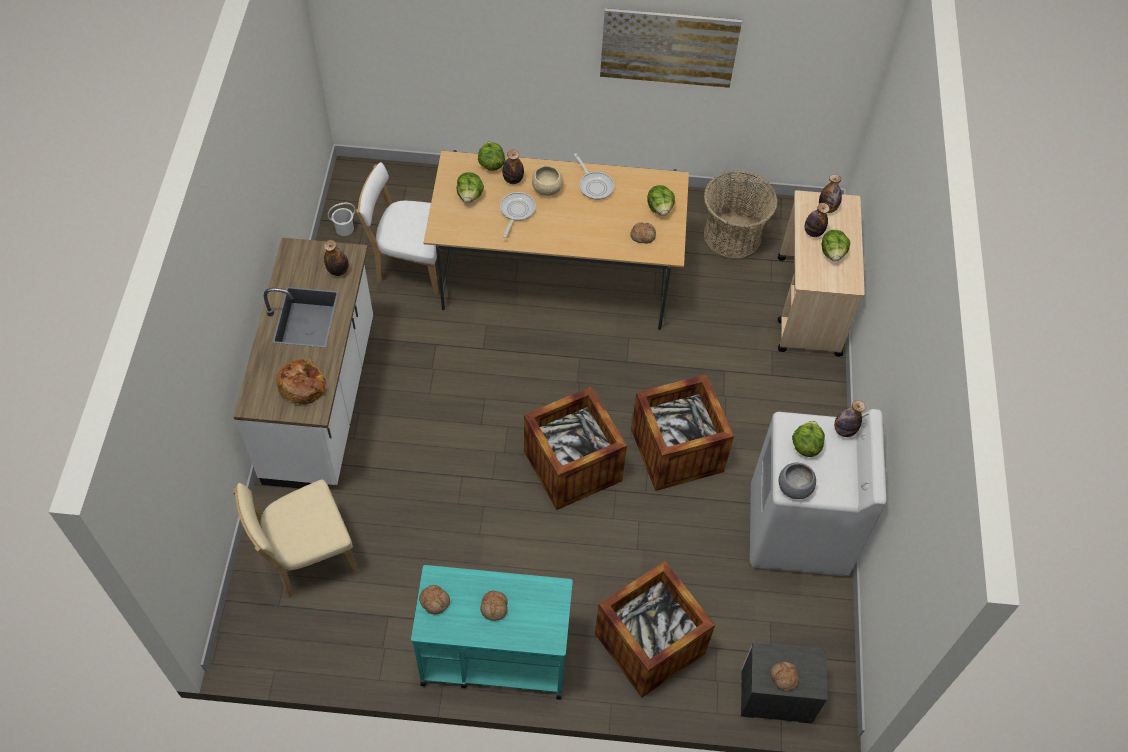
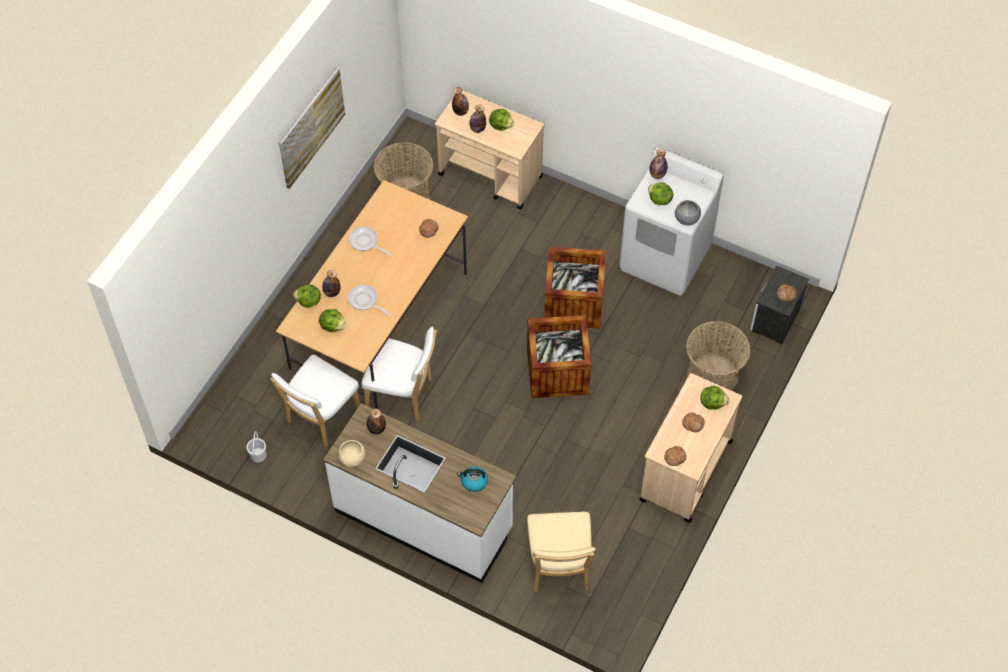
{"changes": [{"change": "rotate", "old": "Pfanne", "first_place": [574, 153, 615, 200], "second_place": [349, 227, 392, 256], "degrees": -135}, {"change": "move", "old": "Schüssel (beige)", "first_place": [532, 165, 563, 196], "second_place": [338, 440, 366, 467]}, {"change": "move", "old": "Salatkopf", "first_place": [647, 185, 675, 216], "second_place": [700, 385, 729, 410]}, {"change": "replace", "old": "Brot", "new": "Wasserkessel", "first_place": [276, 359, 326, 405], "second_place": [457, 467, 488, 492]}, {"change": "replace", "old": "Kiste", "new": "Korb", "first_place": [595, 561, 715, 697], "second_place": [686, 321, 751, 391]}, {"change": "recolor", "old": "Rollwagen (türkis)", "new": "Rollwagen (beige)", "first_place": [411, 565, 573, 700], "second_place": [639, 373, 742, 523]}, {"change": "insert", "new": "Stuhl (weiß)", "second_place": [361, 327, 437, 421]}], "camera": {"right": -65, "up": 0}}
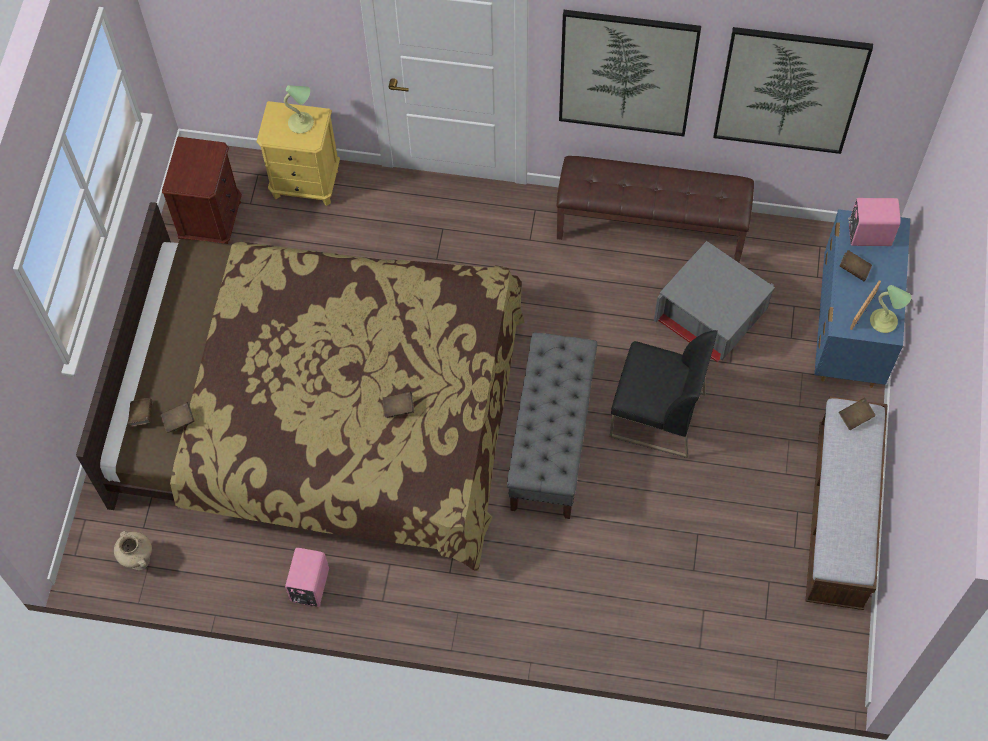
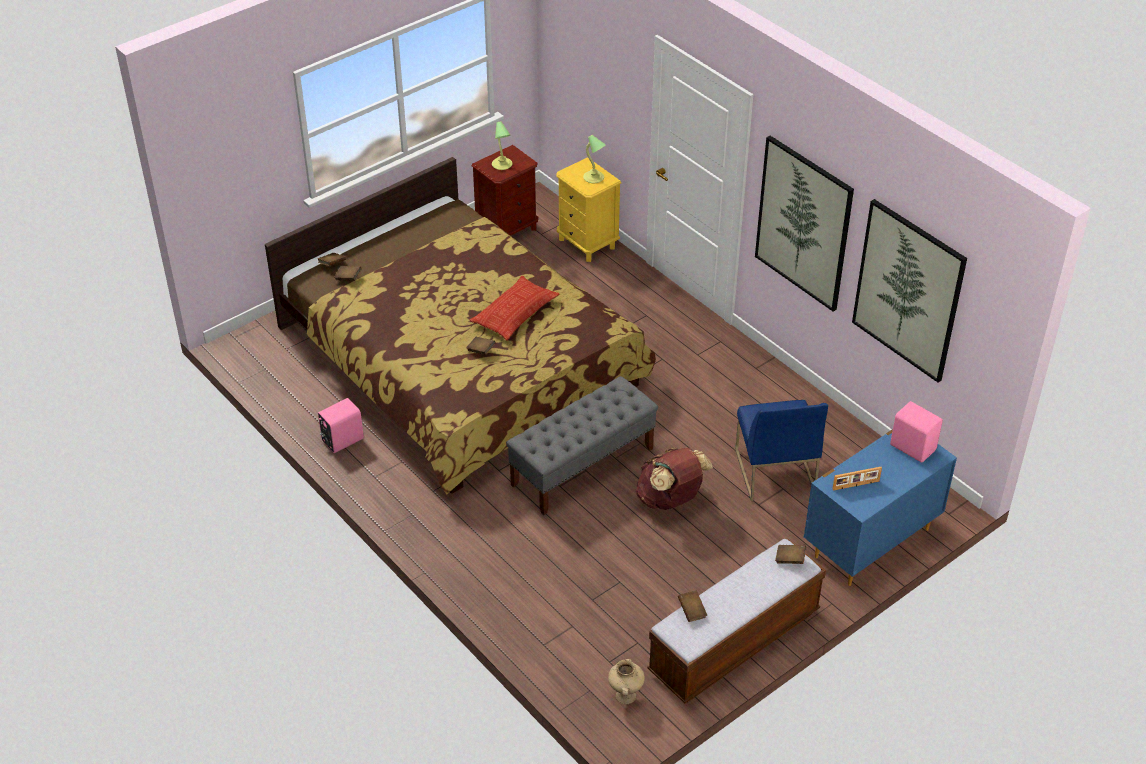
{"changes": [{"change": "delete", "old": "Bank (braun)", "first_place": [556, 156, 754, 262]}, {"change": "replace", "old": "Aufbewahrungsbox (grau)", "new": "Stuhl (blau)", "first_place": [654, 241, 775, 363], "second_place": [735, 400, 828, 501]}, {"change": "move", "old": "Buch (braun)", "first_place": [840, 250, 872, 281], "second_place": [678, 591, 707, 622]}, {"change": "move", "old": "Tischlampe", "first_place": [870, 285, 912, 333], "second_place": [492, 121, 512, 170]}, {"change": "replace", "old": "Stuhl (schwarz)", "new": "Rucksack (braun)", "first_place": [610, 330, 718, 458], "second_place": [636, 448, 713, 510]}, {"change": "move", "old": "Vase (beige)", "first_place": [114, 531, 152, 570], "second_place": [608, 659, 645, 705]}, {"change": "insert", "new": "Kissen", "second_place": [470, 276, 559, 341]}], "camera": {"right": 40, "up": -20}}
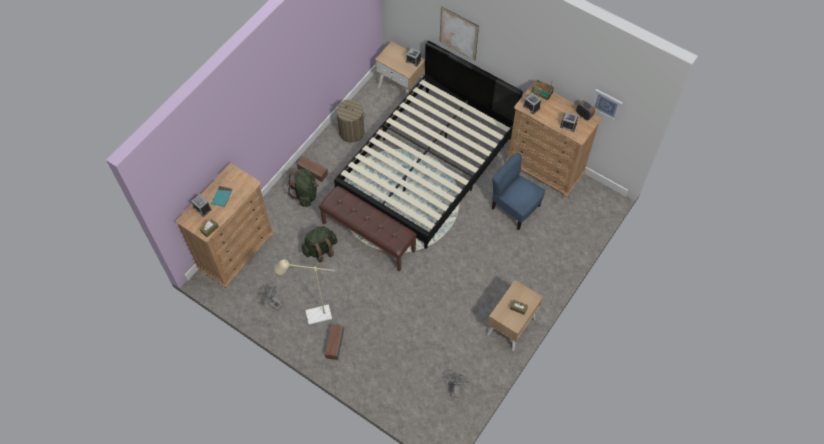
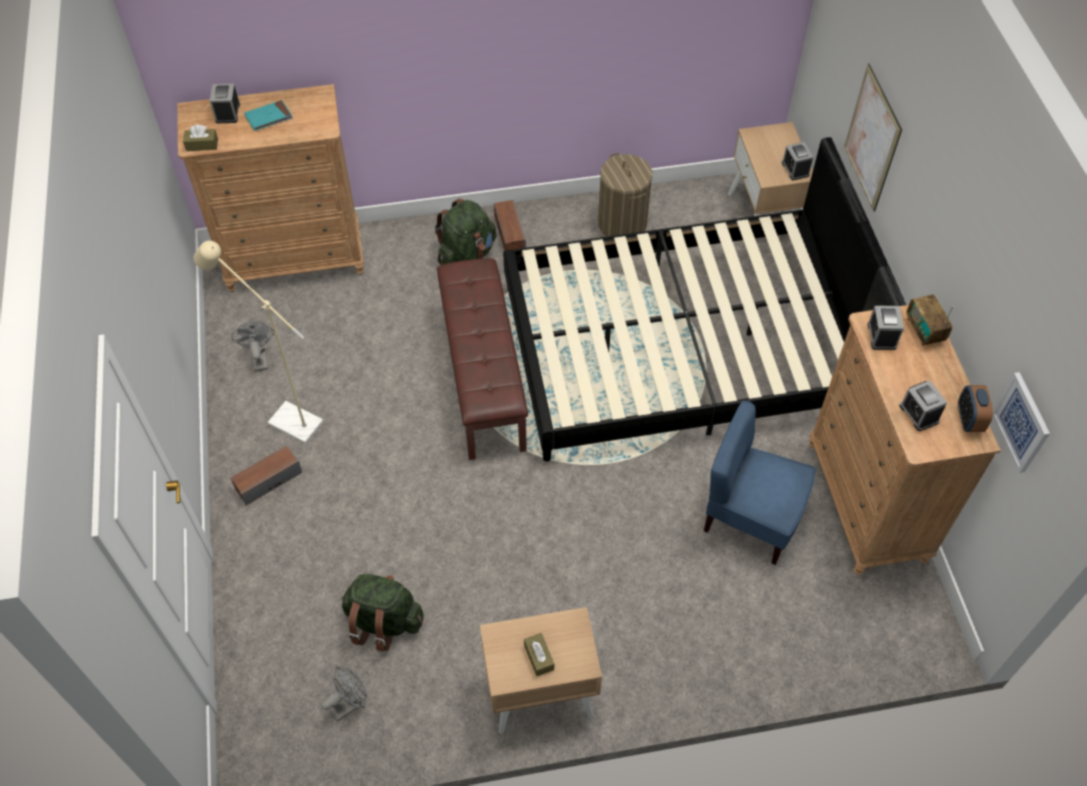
{"changes": [{"change": "rotate", "old": "Stuhl (blau)", "first_place": [492, 152, 545, 230], "second_place": [704, 400, 816, 565], "degrees": -60}, {"change": "move", "old": "Rucksack (grün)", "first_place": [301, 226, 338, 263], "second_place": [341, 574, 424, 652]}], "camera": {"right": 45, "up": -5}}
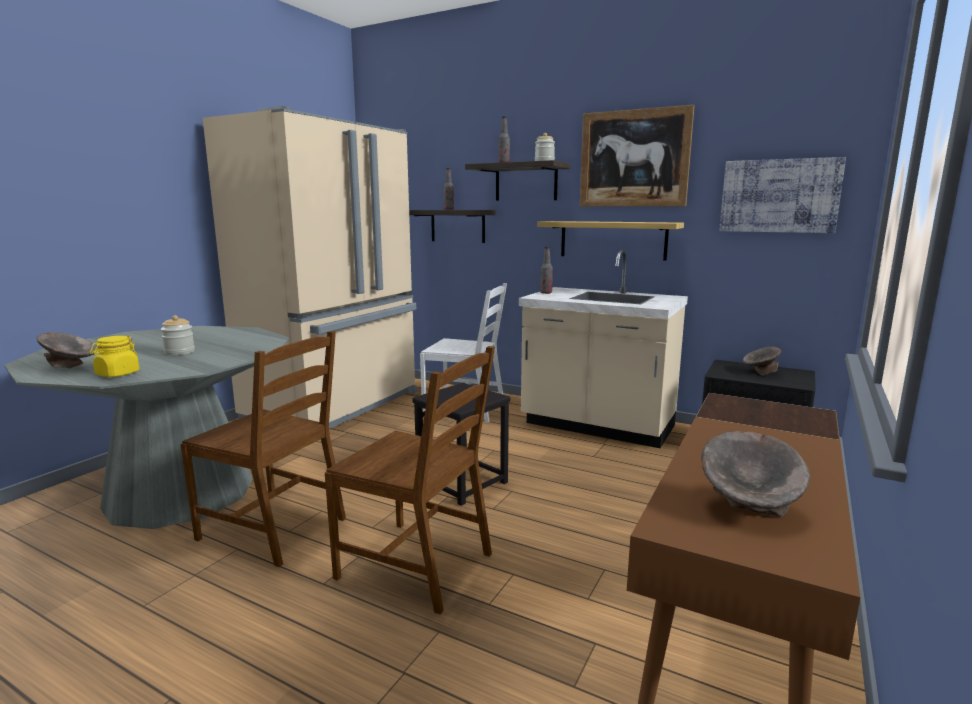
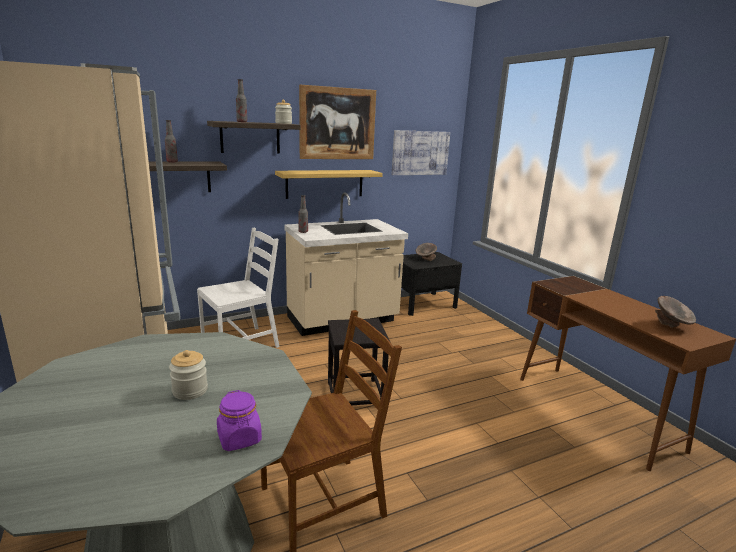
{"changes": [{"change": "delete", "old": "Schüssel (grau)", "first_place": [37, 332, 97, 368]}, {"change": "recolor", "old": "Vorratsglas (gelb)", "new": "Vorratsglas (lila)", "first_place": [90, 336, 140, 377], "second_place": [217, 390, 262, 451]}, {"change": "delete", "old": "Stuhl (braun)", "first_place": [325, 346, 495, 614]}], "camera": {"right": -55, "up": 5}}
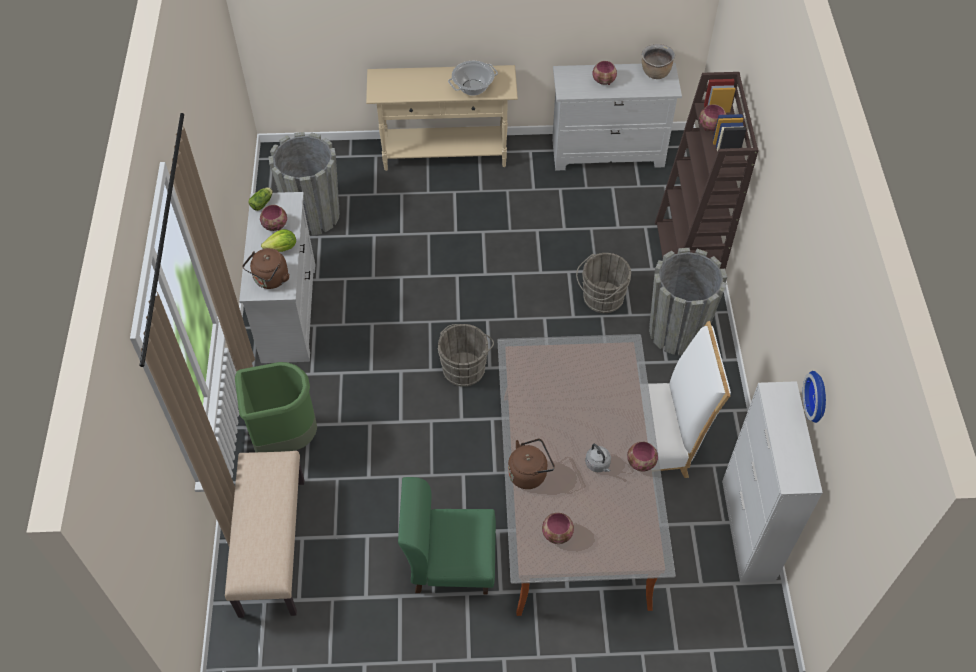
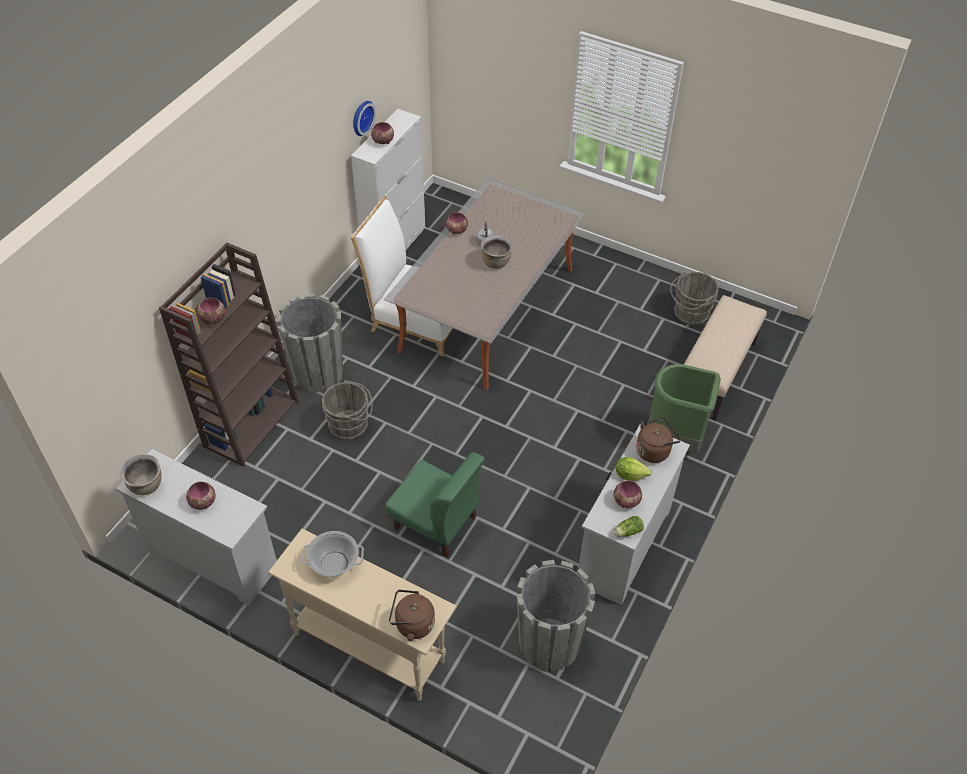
{"changes": [{"change": "move", "old": "Eimer (grau)", "first_place": [437, 324, 494, 387], "second_place": [670, 272, 719, 325]}, {"change": "move", "old": "Wasserkessel (braun)", "first_place": [508, 439, 555, 489], "second_place": [389, 590, 435, 641]}, {"change": "move", "old": "Stuhl (grün)", "first_place": [398, 477, 496, 595], "second_place": [385, 452, 485, 557]}, {"change": "move", "old": "Schüssel", "first_place": [542, 513, 574, 544], "second_place": [371, 122, 394, 144]}, {"change": "insert", "new": "Kochtopf (braun)", "second_place": [481, 236, 512, 269]}], "camera": {"right": -150, "up": -5}}
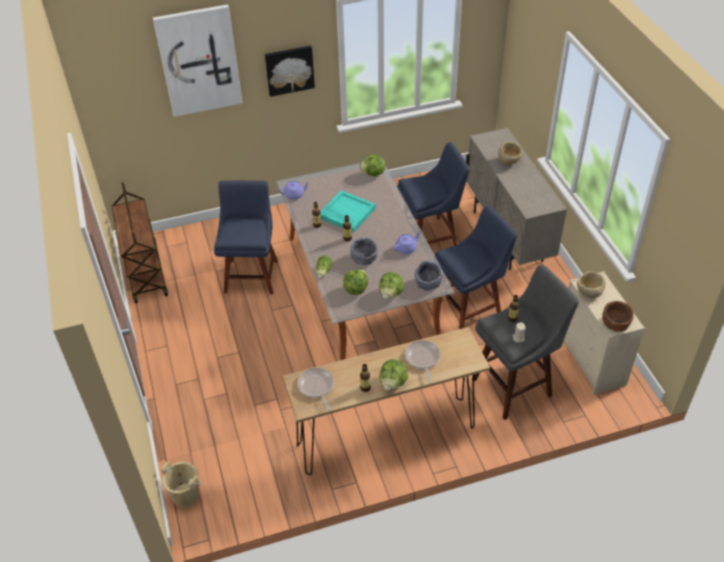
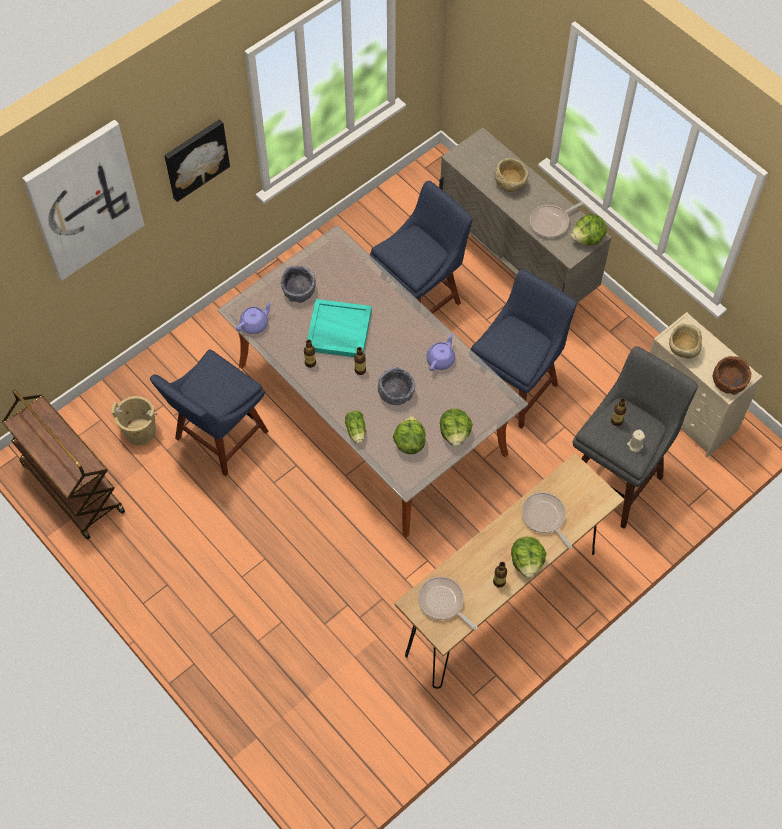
{"changes": [{"change": "move", "old": "Salatkopf", "first_place": [359, 155, 385, 177], "second_place": [571, 214, 607, 245]}, {"change": "rotate", "old": "Stuhl (blau)", "first_place": [214, 180, 278, 294], "second_place": [150, 349, 268, 476], "degrees": -120}, {"change": "move", "old": "Schüssel (grau)", "first_place": [415, 261, 443, 291], "second_place": [281, 266, 316, 302]}, {"change": "move", "old": "Eimer (beige)", "first_place": [161, 461, 201, 507], "second_place": [111, 396, 157, 445]}, {"change": "insert", "new": "Pfanne", "second_place": [530, 201, 584, 238]}], "camera": {"right": -25, "up": 15}}
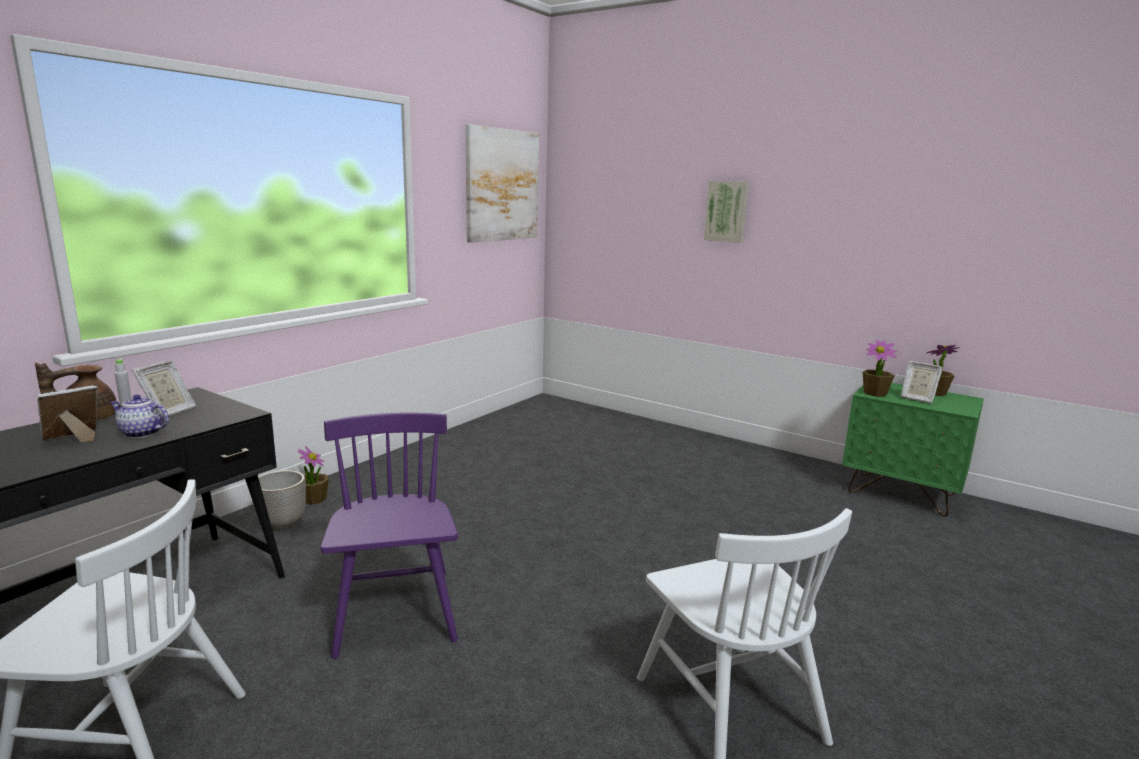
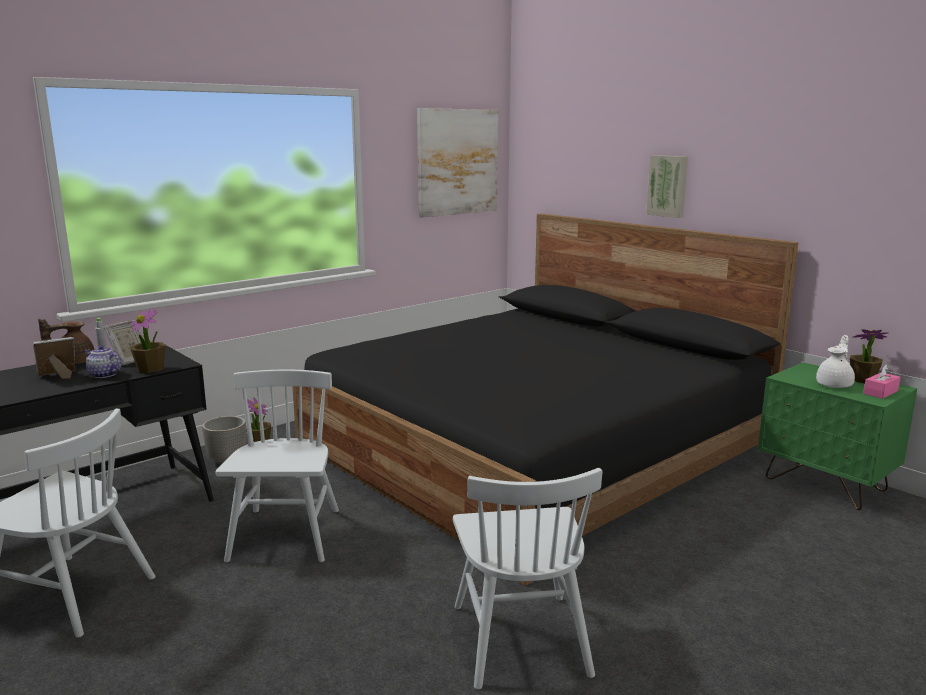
{"changes": [{"change": "move", "old": "Topfpflanze", "first_place": [863, 340, 897, 397], "second_place": [130, 308, 166, 373]}, {"change": "replace", "old": "Bilderrahmen", "new": "Teekanne (weiß)", "first_place": [901, 361, 942, 404], "second_place": [816, 335, 855, 388]}, {"change": "recolor", "old": "Stuhl (lila)", "new": "Stuhl (weiß)", "first_place": [320, 413, 458, 659], "second_place": [216, 370, 339, 562]}, {"change": "insert", "new": "Bett (schwarz)", "second_place": [292, 213, 799, 586]}, {"change": "insert", "new": "Taschentuchbox (rosa)", "second_place": [863, 364, 901, 399]}], "camera": {"right": 15, "up": 0}}
